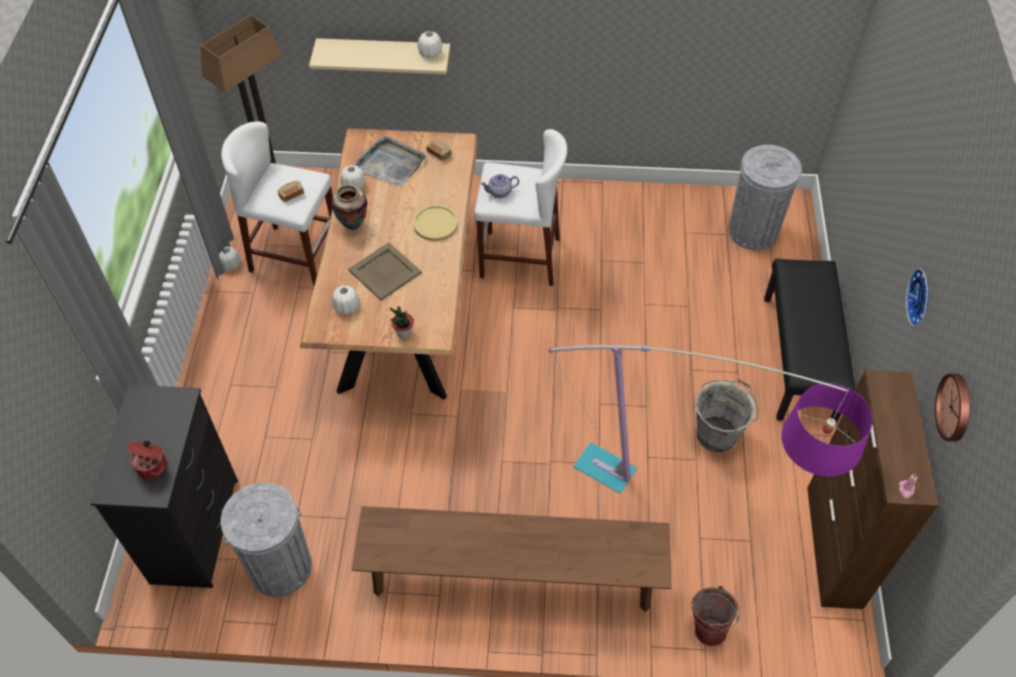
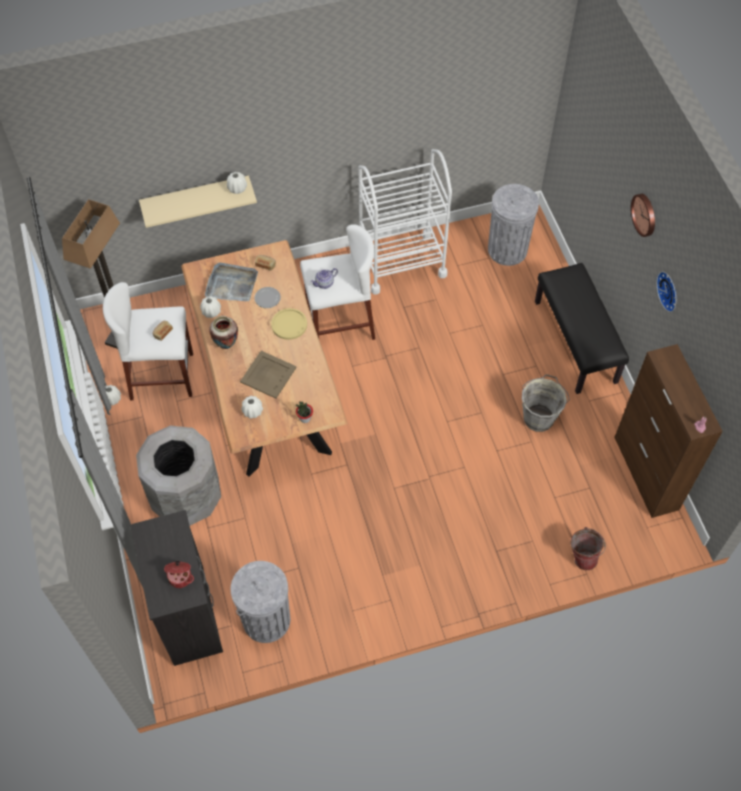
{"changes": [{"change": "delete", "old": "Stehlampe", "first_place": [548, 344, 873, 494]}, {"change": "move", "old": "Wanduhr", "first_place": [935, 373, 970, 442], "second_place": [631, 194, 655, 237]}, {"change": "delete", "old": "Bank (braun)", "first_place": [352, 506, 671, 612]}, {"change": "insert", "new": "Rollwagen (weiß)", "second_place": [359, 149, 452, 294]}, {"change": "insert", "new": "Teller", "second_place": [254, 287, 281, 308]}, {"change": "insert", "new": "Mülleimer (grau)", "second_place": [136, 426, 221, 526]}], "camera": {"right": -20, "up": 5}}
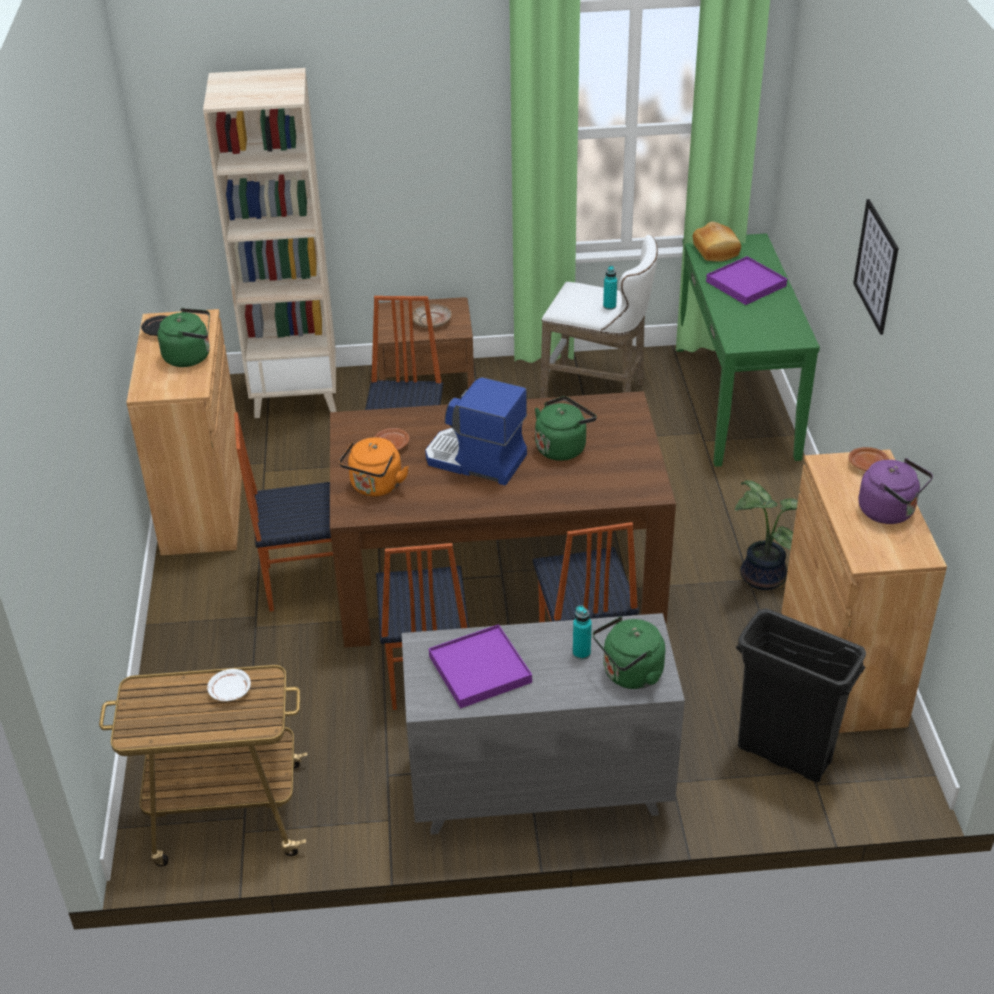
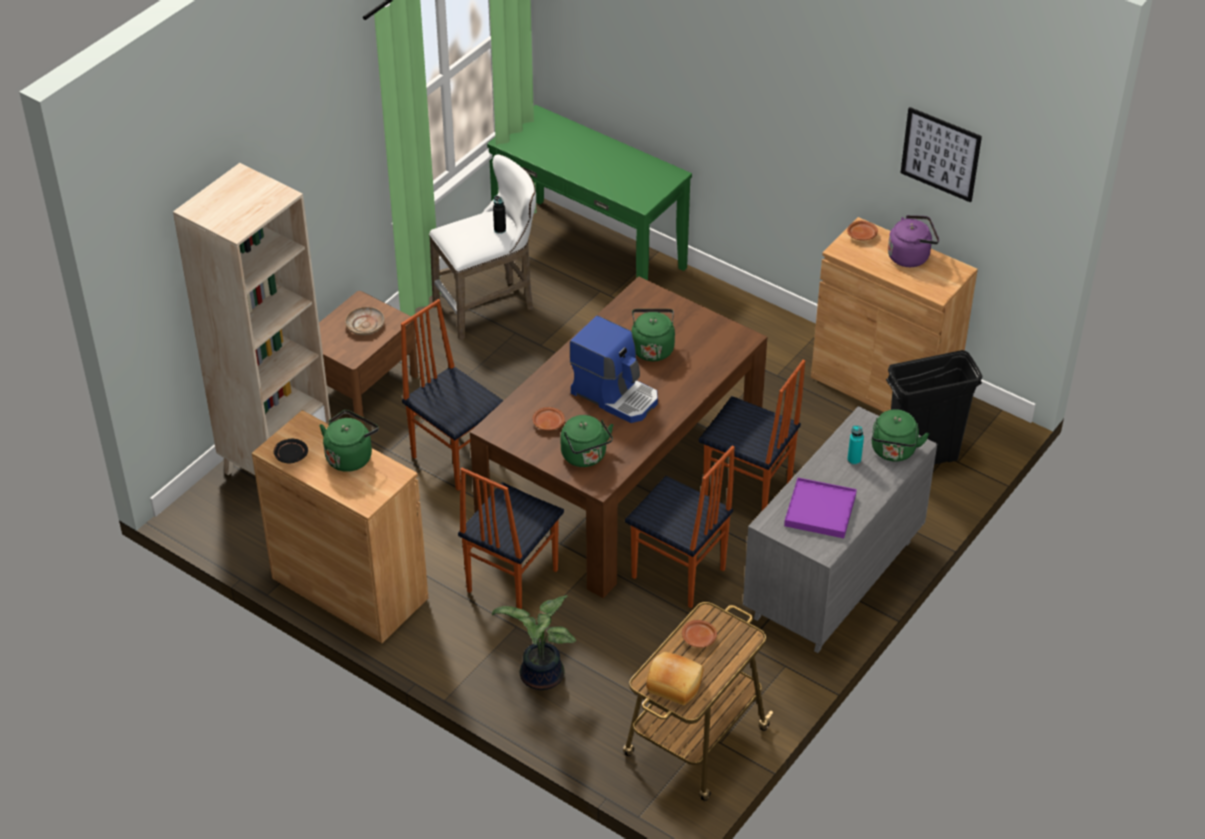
{"changes": [{"change": "move", "old": "Bild", "first_place": [853, 199, 899, 335], "second_place": [901, 107, 982, 203]}, {"change": "move", "old": "Brot", "first_place": [693, 221, 741, 262], "second_place": [646, 652, 704, 705]}, {"change": "delete", "old": "Tablett (lila)", "first_place": [706, 256, 787, 305]}, {"change": "recolor", "old": "Flasche (türkis)", "new": "Flasche (schwarz)", "first_place": [603, 266, 617, 310], "second_place": [493, 195, 506, 234]}, {"change": "rotate", "old": "Kaffeemaschine", "first_place": [425, 377, 527, 485], "second_place": [570, 315, 658, 423], "degrees": -120}, {"change": "recolor", "old": "Wasserkessel (orange)", "new": "Wasserkessel (grün)", "first_place": [339, 437, 409, 496], "second_place": [561, 415, 613, 467]}, {"change": "move", "old": "Topfpflanze", "first_place": [735, 480, 798, 590], "second_place": [492, 595, 576, 690]}, {"change": "recolor", "old": "Teller (weiß)", "new": "Teller (braun)", "first_place": [207, 669, 251, 701], "second_place": [682, 620, 717, 648]}], "camera": {"right": -50, "up": 5}}
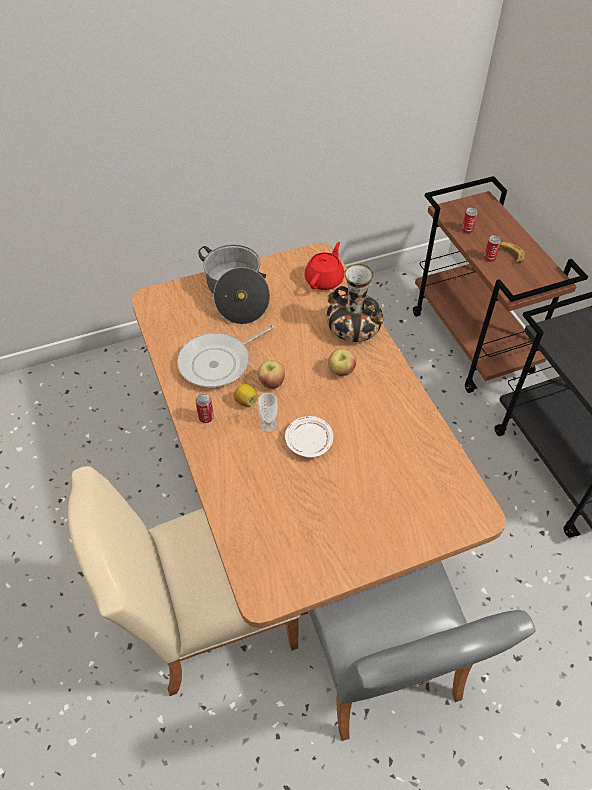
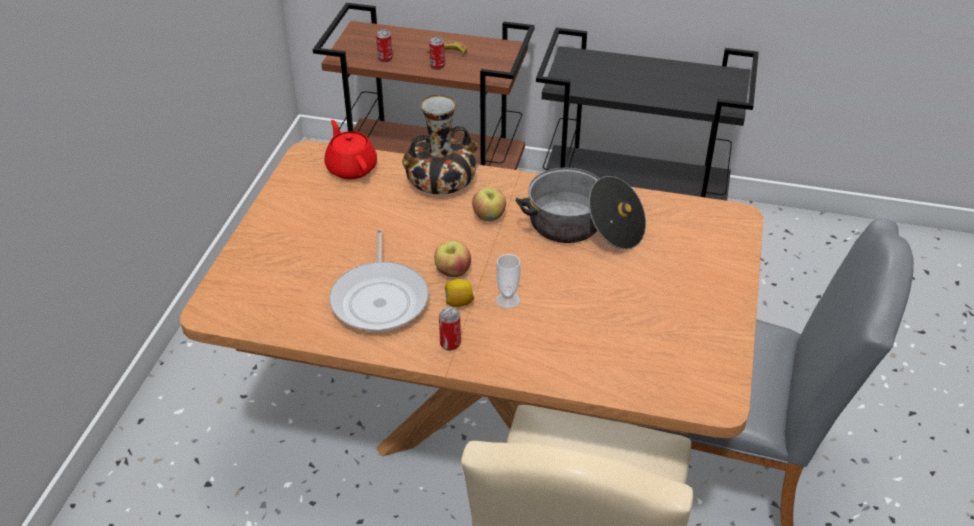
{"changes": [{"change": "move", "old": "Kochtopf", "first_place": [198, 244, 270, 325], "second_place": [515, 167, 646, 250]}, {"change": "delete", "old": "Teller (weiß)", "first_place": [285, 416, 333, 458]}], "camera": {"right": -55, "up": -10}}
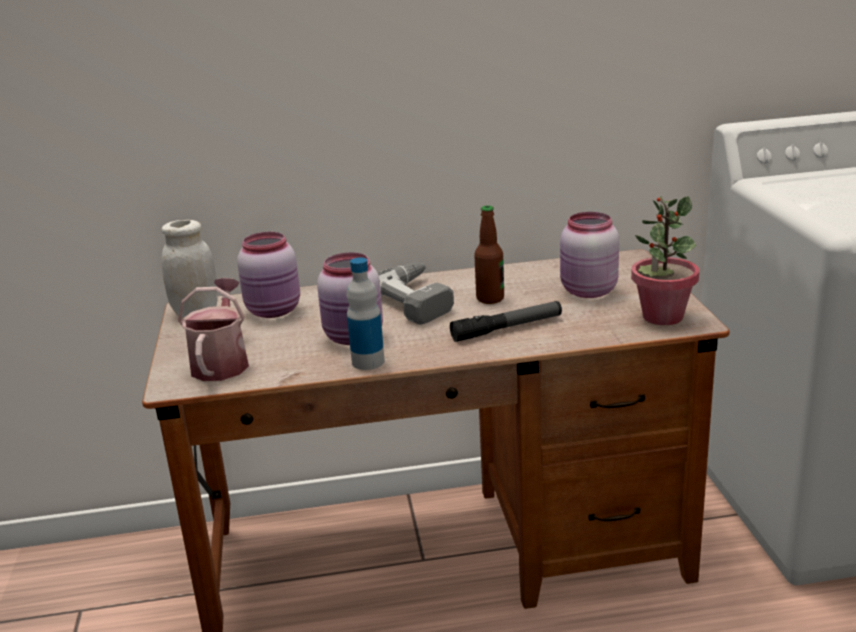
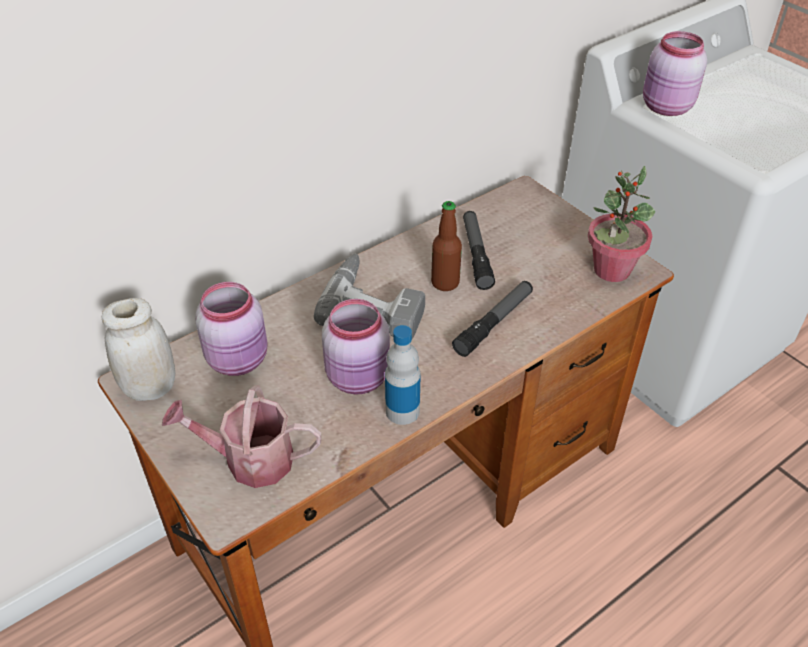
{"changes": [{"change": "move", "old": "Vorratsglas (rosa)", "first_place": [560, 212, 619, 298], "second_place": [643, 31, 707, 116]}, {"change": "rotate", "old": "Gießkanne", "first_place": [178, 278, 249, 381], "second_place": [162, 385, 321, 488], "degrees": -60}, {"change": "insert", "new": "Taschenlampe", "second_place": [463, 211, 495, 290]}], "camera": {"right": -30, "up": 20}}
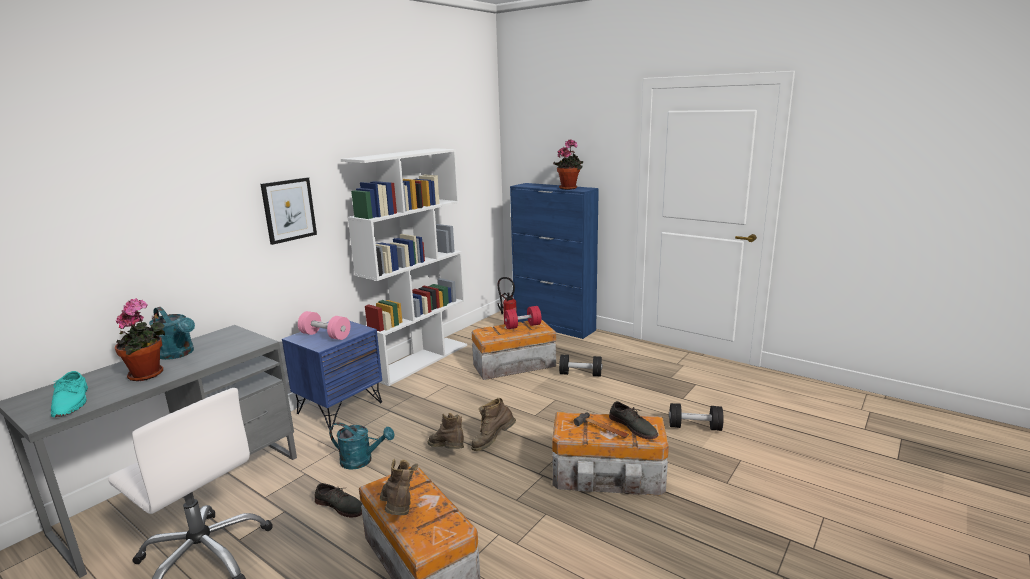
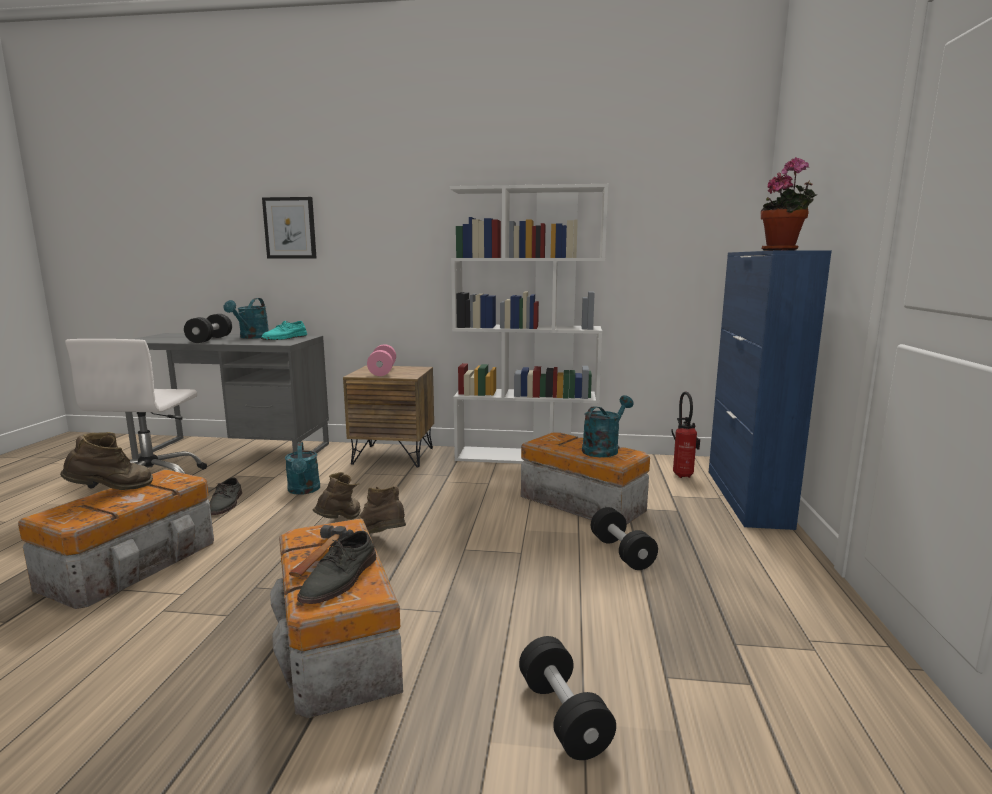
{"changes": [{"change": "move", "old": "Bild", "first_place": [261, 177, 317, 245], "second_place": [262, 197, 317, 259]}, {"change": "replace", "old": "Topfpflanze", "new": "Hantel (schwarz)", "first_place": [115, 298, 165, 381], "second_place": [184, 314, 232, 343]}, {"change": "replace", "old": "Hantel (rot)", "new": "Gießkanne (türkis)", "first_place": [504, 306, 542, 329], "second_place": [582, 395, 634, 457]}, {"change": "recolor", "old": "Nachttisch (blau)", "new": "Nachttisch (braun)", "first_place": [282, 321, 382, 430], "second_place": [343, 365, 434, 468]}, {"change": "move", "old": "Schuh (türkis)", "first_place": [51, 371, 88, 417], "second_place": [261, 321, 307, 340]}], "camera": {"right": 60, "up": -5}}
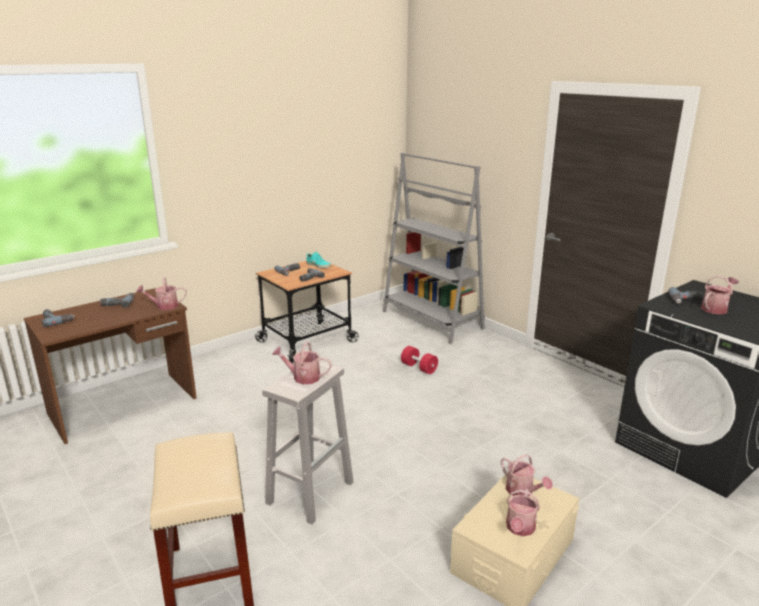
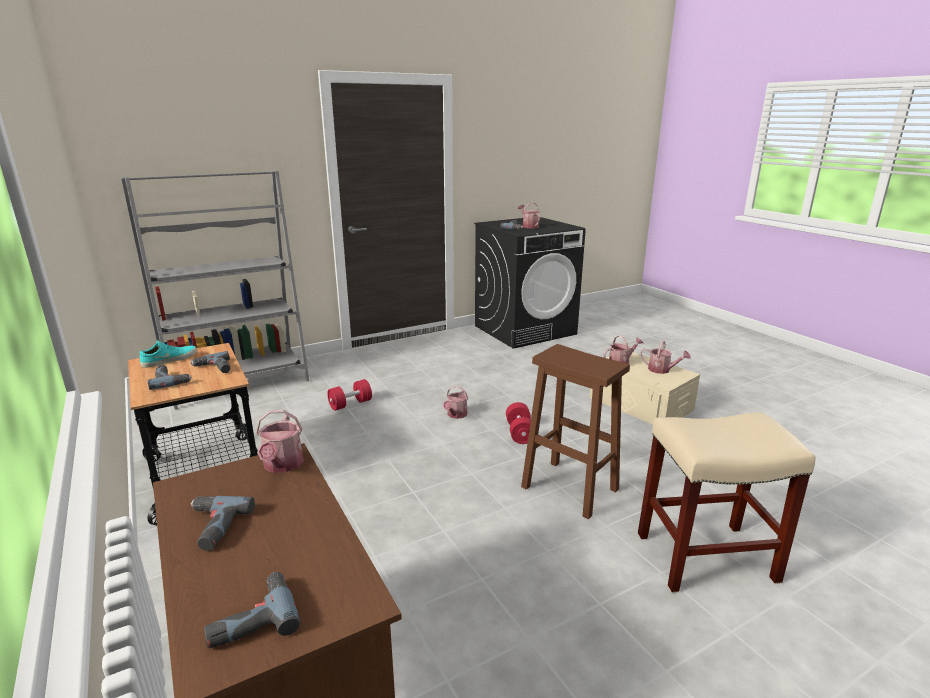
{"changes": [{"change": "move", "old": "Gießkanne", "first_place": [272, 342, 332, 384], "second_place": [443, 386, 468, 419]}, {"change": "recolor", "old": "Hocker (weiß)", "new": "Hocker (braun)", "first_place": [262, 361, 354, 525], "second_place": [521, 344, 630, 519]}, {"change": "insert", "new": "Hantel (rot)", "second_place": [506, 402, 531, 444]}], "camera": {"right": -80, "up": 0}}
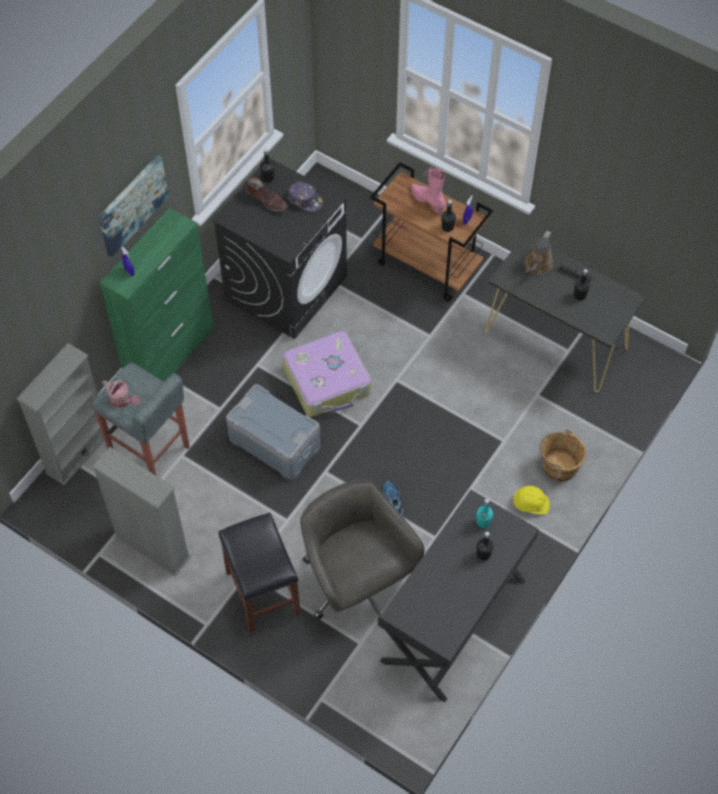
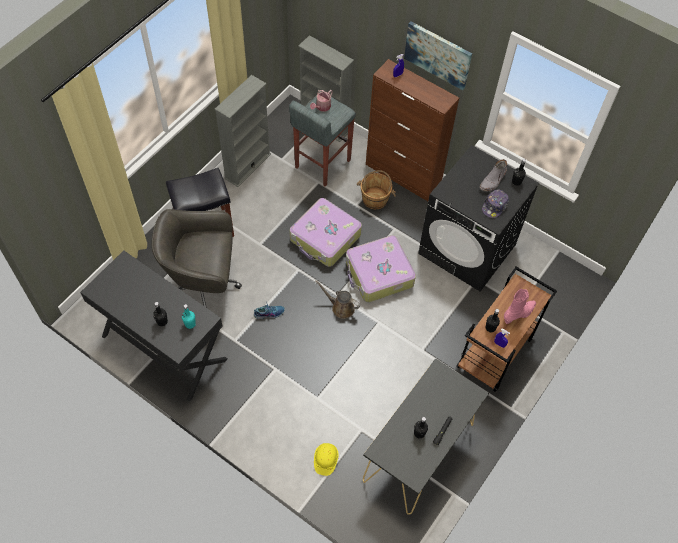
{"changes": [{"change": "recolor", "old": "Stiefel (braun)", "new": "Stiefel (grau)", "first_place": [246, 177, 287, 212], "second_place": [480, 159, 507, 192]}, {"change": "recolor", "old": "Schrank (grün)", "new": "Schrank (braun)", "first_place": [100, 208, 214, 382], "second_place": [366, 59, 459, 201]}, {"change": "move", "old": "Gießkanne (braun)", "first_place": [524, 231, 554, 275], "second_place": [315, 280, 360, 319]}, {"change": "replace", "old": "Aufbewahrungsbox (grau)", "new": "Koffer", "first_place": [226, 384, 321, 480], "second_place": [290, 198, 362, 267]}, {"change": "move", "old": "Eimer (braun)", "first_place": [540, 429, 586, 482], "second_place": [357, 170, 396, 209]}, {"change": "rotate", "old": "Bürostuhl (grau)", "first_place": [300, 480, 425, 626], "second_place": [151, 209, 242, 308], "degrees": -150}, {"change": "move", "old": "Schutzhelm (gelb)", "first_place": [512, 486, 550, 515], "second_place": [314, 443, 339, 476]}], "camera": {"right": 90, "up": 0}}
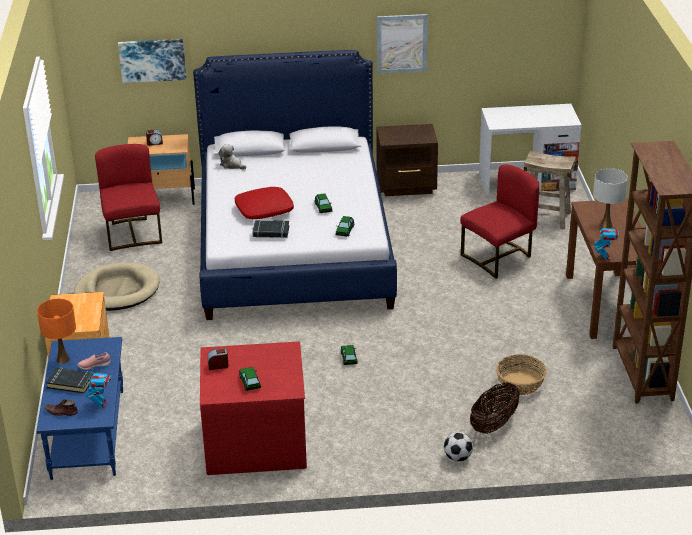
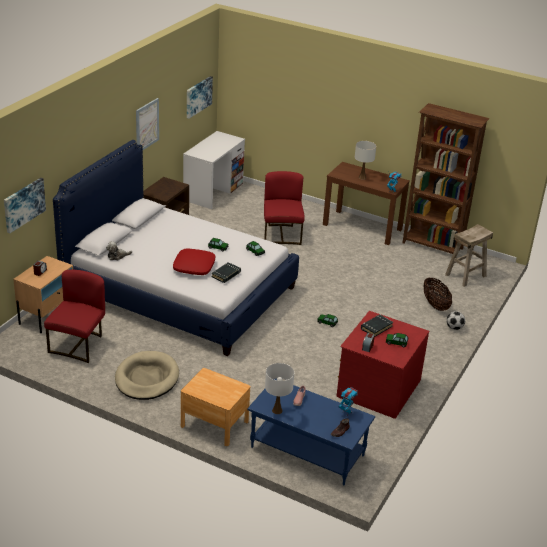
{"changes": [{"change": "rotate", "old": "Stuhl (rot)", "first_place": [95, 144, 162, 251], "second_place": [44, 269, 105, 363], "degrees": 90}, {"change": "move", "old": "Hocker (beige)", "first_place": [524, 150, 576, 230], "second_place": [445, 224, 493, 287]}, {"change": "recolor", "old": "Tischlampe (orange)", "new": "Tischlampe (weiß)", "first_place": [37, 299, 76, 364], "second_place": [265, 363, 294, 414]}, {"change": "delete", "old": "Korb", "first_place": [496, 354, 547, 395]}, {"change": "move", "old": "Buch (schwarz)", "first_place": [46, 367, 93, 393], "second_place": [361, 314, 393, 337]}, {"change": "insert", "new": "Bild", "second_place": [187, 76, 213, 119]}], "camera": {"right": -60, "up": 0}}
